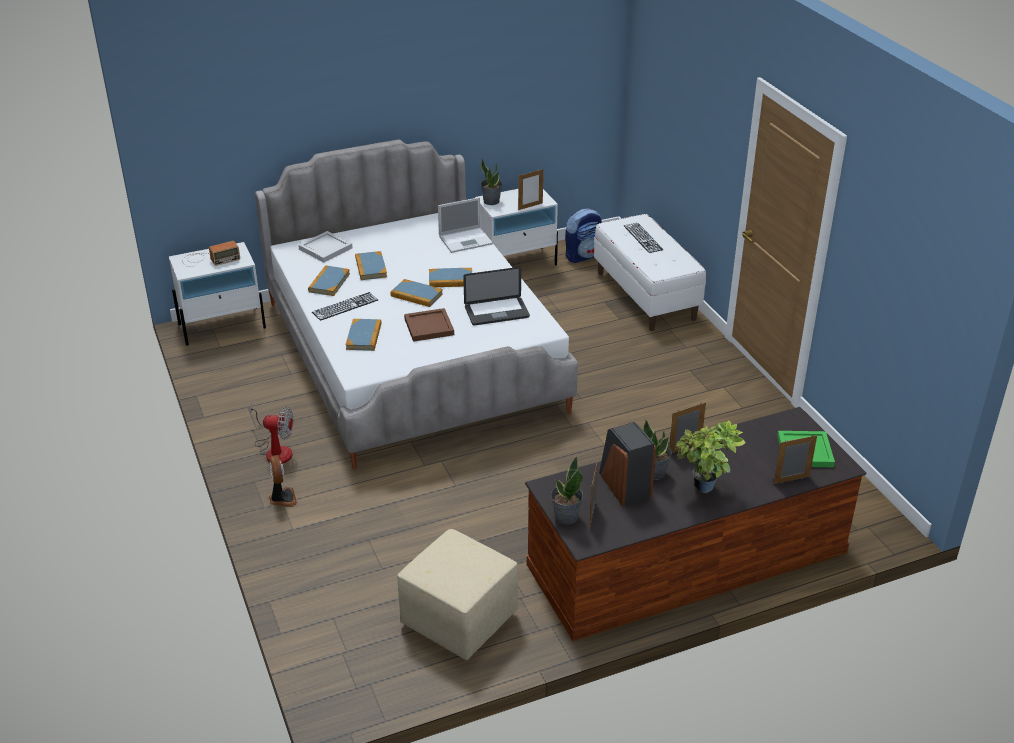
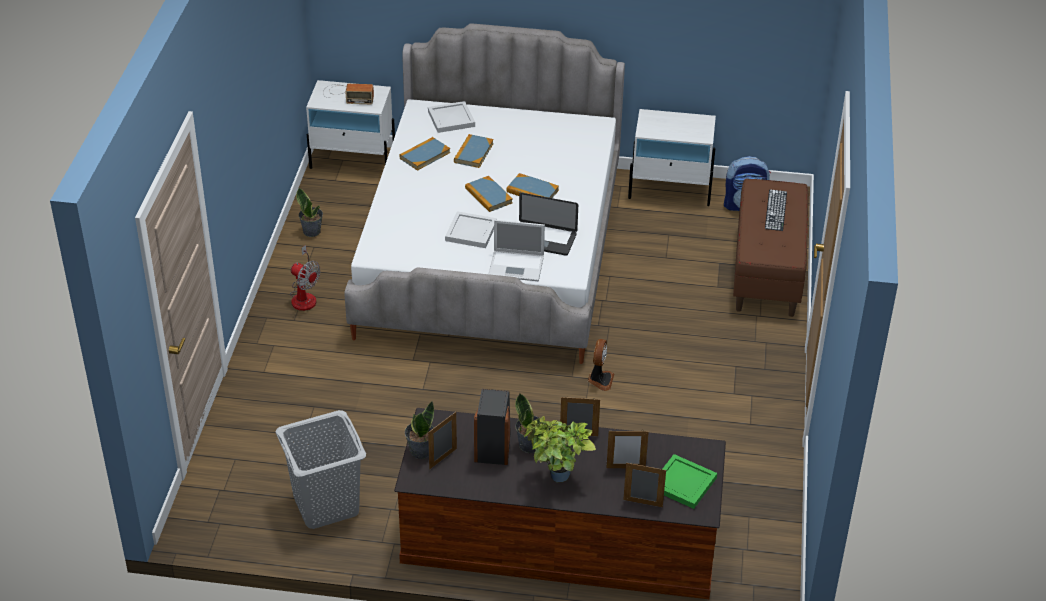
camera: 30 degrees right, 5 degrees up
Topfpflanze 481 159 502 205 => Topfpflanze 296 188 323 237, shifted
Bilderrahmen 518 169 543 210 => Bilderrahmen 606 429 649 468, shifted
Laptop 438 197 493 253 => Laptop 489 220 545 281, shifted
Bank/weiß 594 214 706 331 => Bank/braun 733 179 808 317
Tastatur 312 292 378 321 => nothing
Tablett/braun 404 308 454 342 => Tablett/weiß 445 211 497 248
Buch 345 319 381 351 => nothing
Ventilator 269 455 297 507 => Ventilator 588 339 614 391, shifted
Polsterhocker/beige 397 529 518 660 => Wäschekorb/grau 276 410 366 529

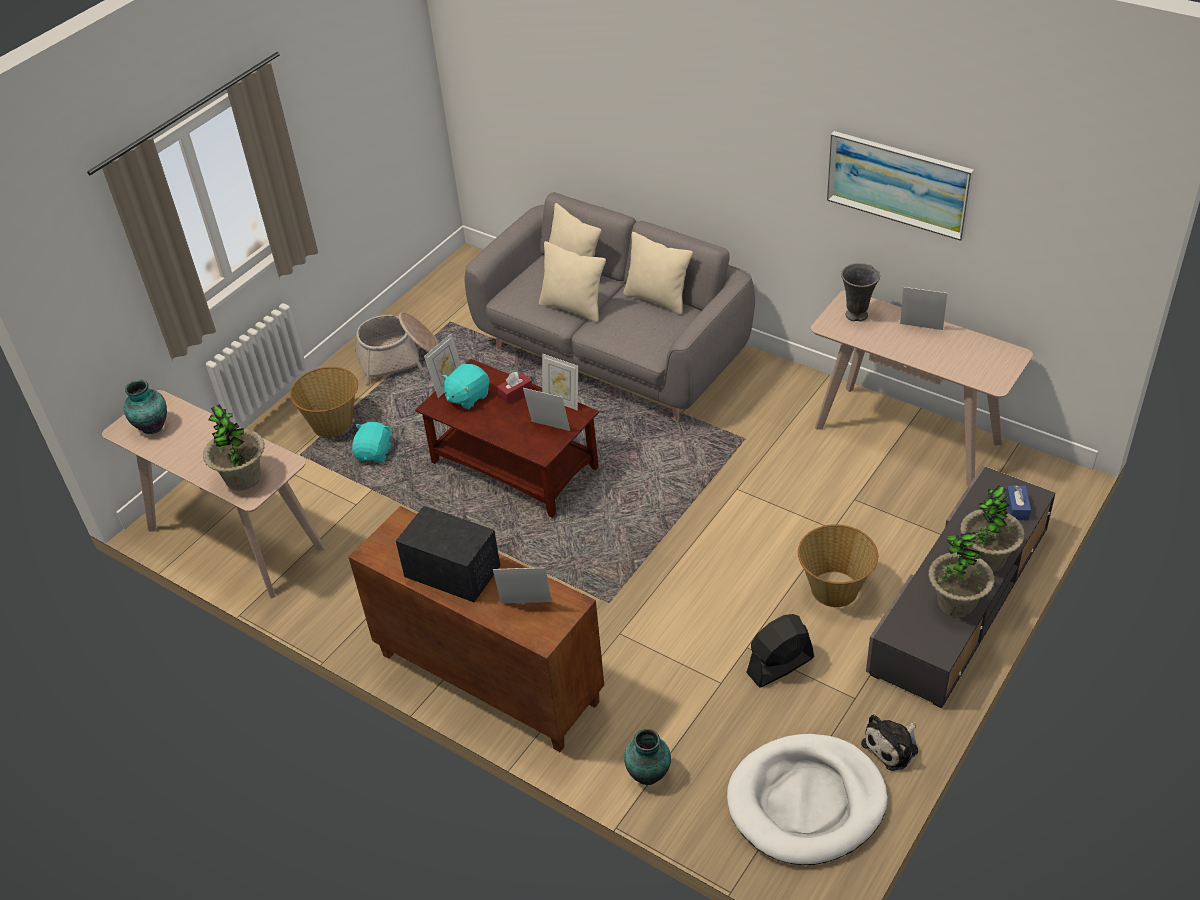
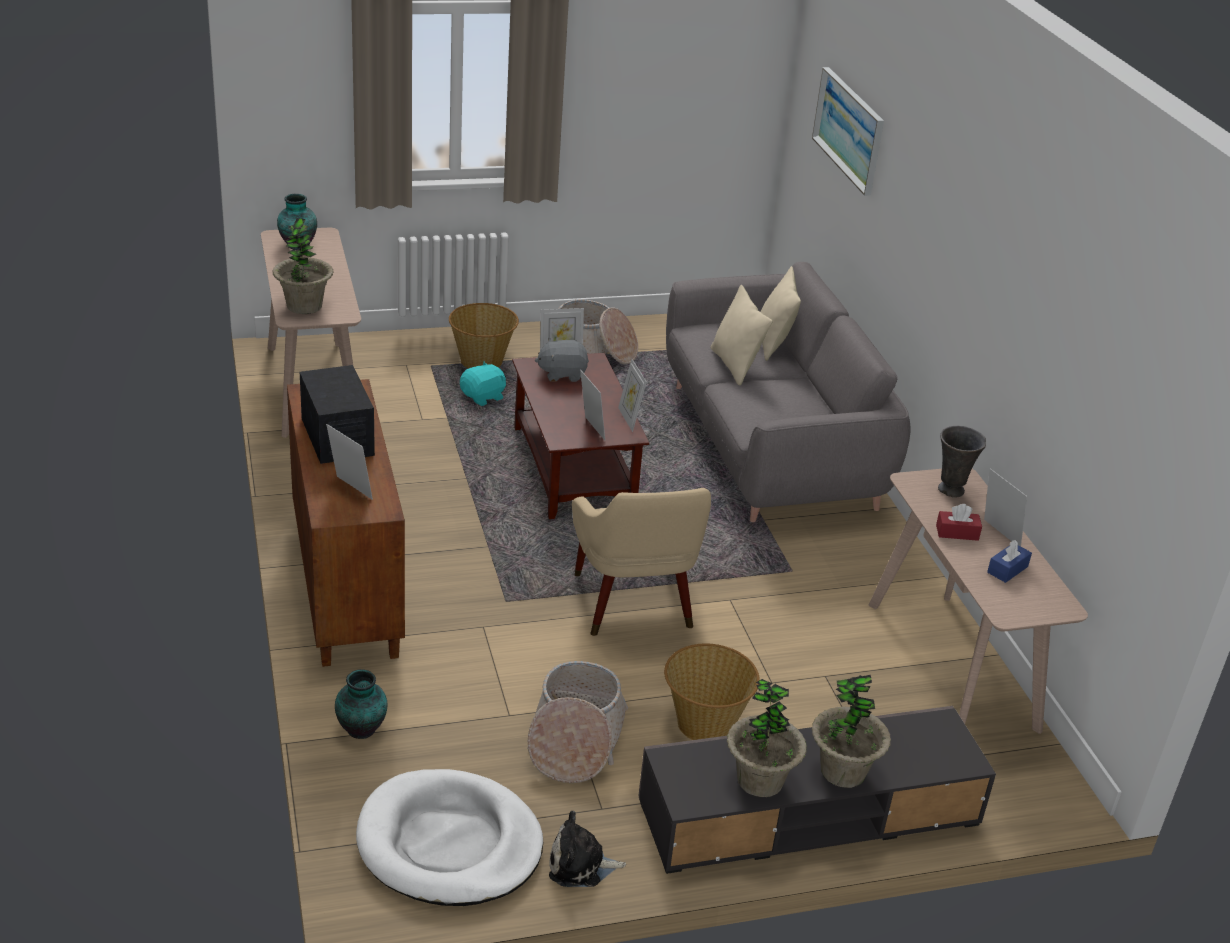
camera: 35 degrees right, 10 degrees down
Bild 827 131 974 241 => Bild 812 67 884 196, shifted
Kissen/beige 623 232 693 315 => nothing
Plüschtier/türkis 442 364 490 410 => Plüschtier/grau 535 338 589 382
Taschentuchbox/rot 497 372 533 404 => Taschentuchbox/rot 936 504 982 541, shifted
Taschentuchbox/blau 1006 485 1031 520 => Taschentuchbox/blau 987 540 1032 583, shifted
Ventilator/schwarz 746 614 814 688 => Korb 527 661 628 783
nothing => Sessel/beige 572 488 711 636

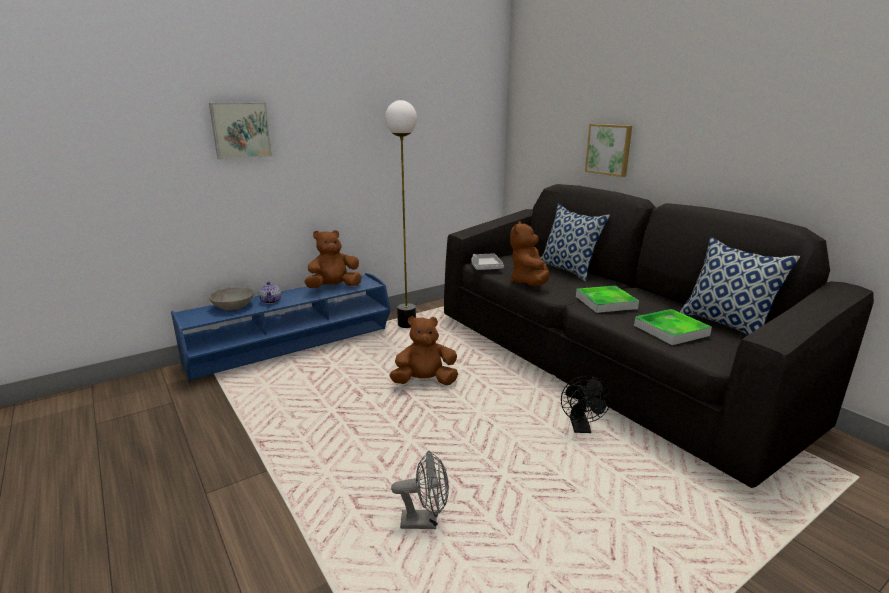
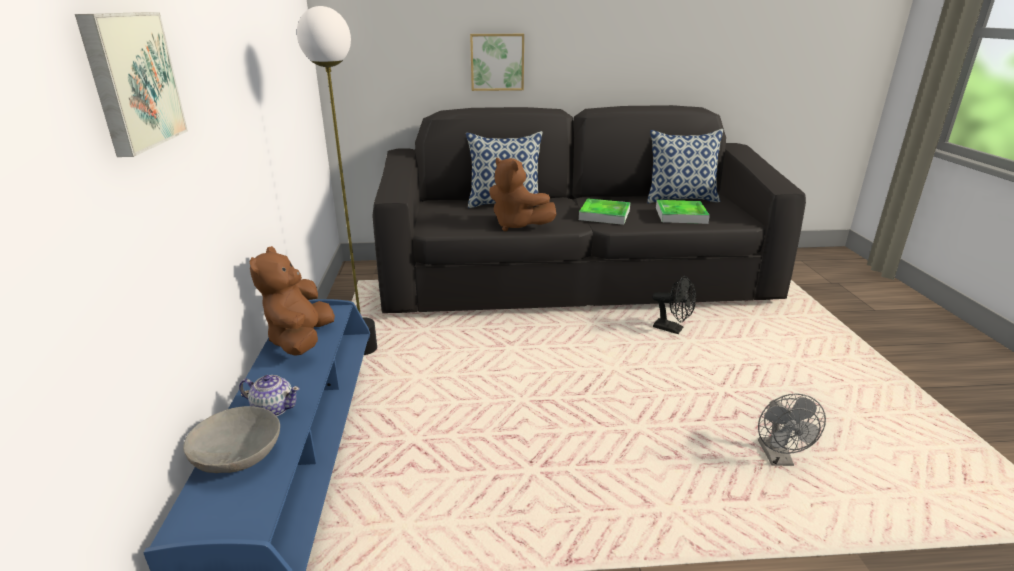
camera: 60 degrees left, 5 degrees up
Tablett/grau 471 253 504 270 => nothing
Plüschtier/braun 389 316 458 385 => nothing
Ventilator/grau 391 451 449 529 => Ventilator/grau 758 393 826 466, 150 degrees clockwise

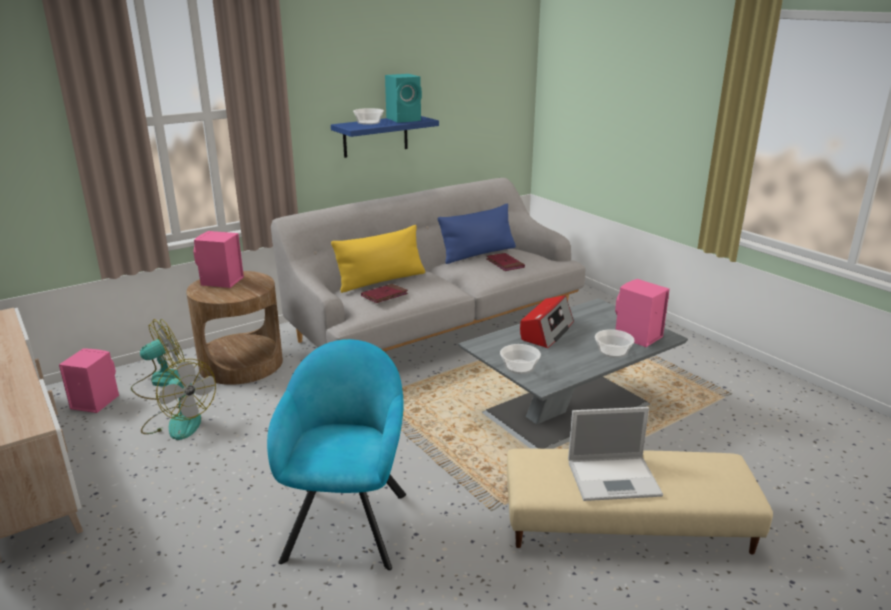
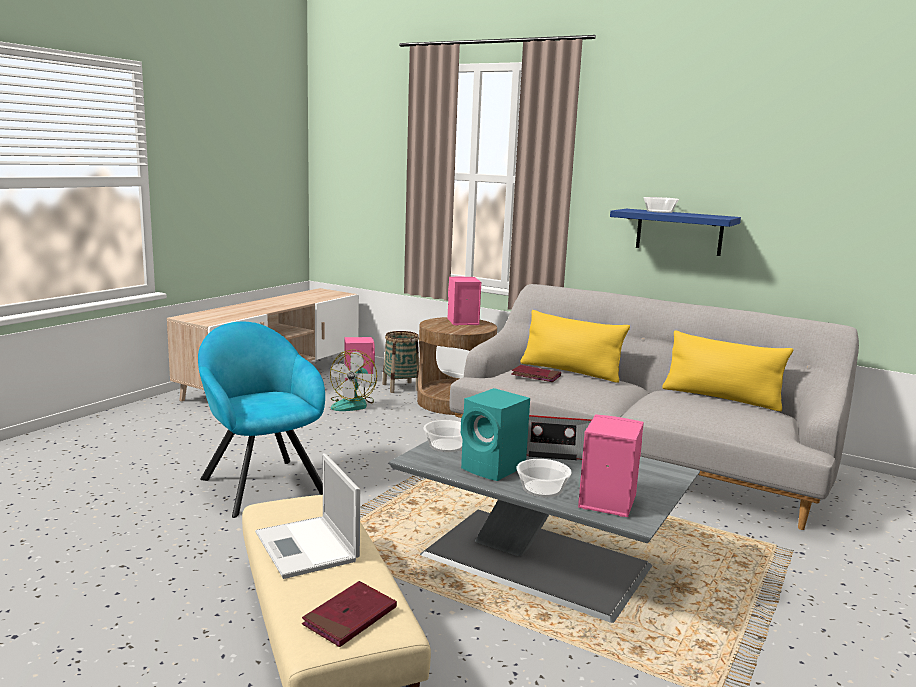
camera: 65 degrees right, 10 degrees down
Lautsprecher/türkis 385 74 422 123 => Lautsprecher/türkis 461 388 530 481, shifted
Kissen/blau 438 204 516 264 => Kissen/gelb 662 330 793 412
Buch/rot 487 253 525 271 => Buch/rot 302 581 397 647, shifted
Ventilator 131 319 185 400 => Korb 382 331 419 393
Sessel/türkis 267 339 406 570 => Sessel/türkis 198 321 325 518, 105 degrees counterclockwise

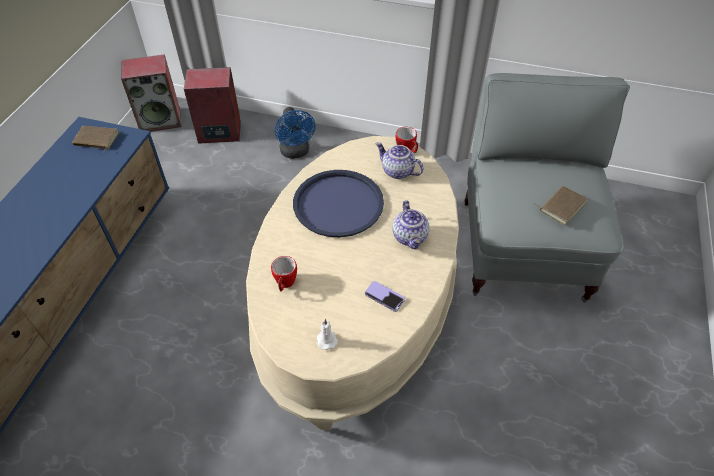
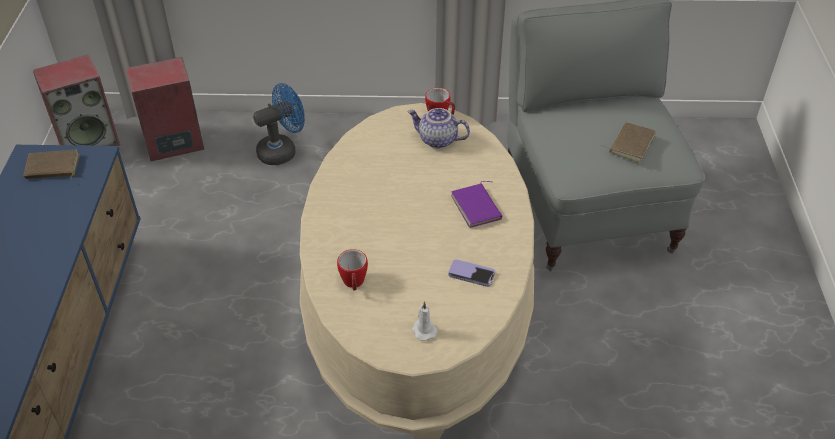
camera: 15 degrees left, 5 degrees down
Ventilator/blau 275 107 316 159 => Ventilator/blau 253 83 305 165, 90 degrees counterclockwise
Tablett/blau 293 170 384 237 => nothing
Teekanne 393 200 430 249 => Buch/lila 451 181 502 228

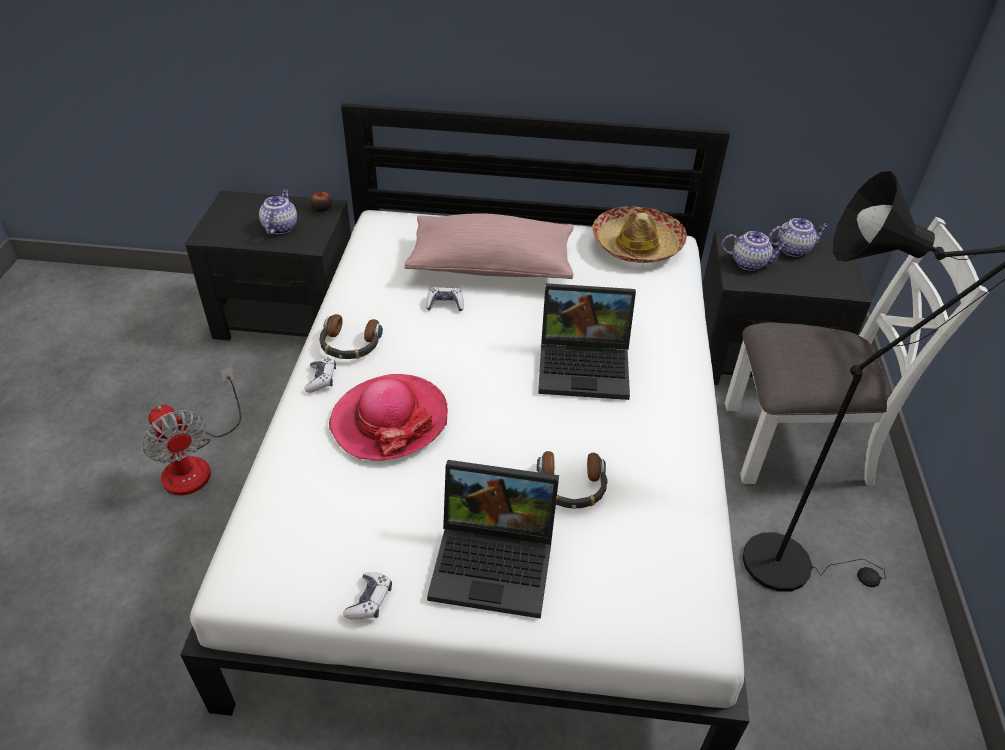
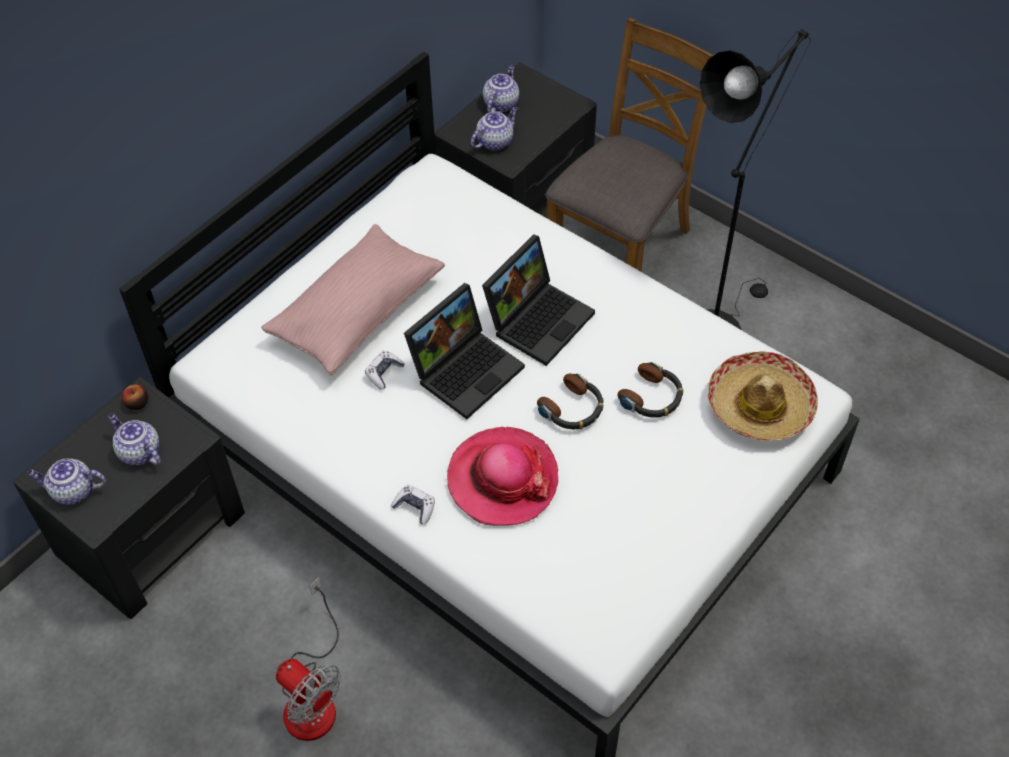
camera: 55 degrees left, 10 degrees up
Hut 592 206 687 263 => Hut 708 351 818 441, shifted
Stuhl/weiß 725 217 989 486 => Stuhl/braun 546 18 715 271
Kopfhörer 319 314 383 359 => Kopfhörer 537 374 603 429, shifted
Ventilator 142 367 241 495 => Ventilator 276 577 341 741, 45 degrees clockwise
Laptop 427 460 559 619 => Laptop 404 283 525 419, shifted
Gamepad 343 572 392 620 => nothing
nothing => Teekanne 27 459 106 505

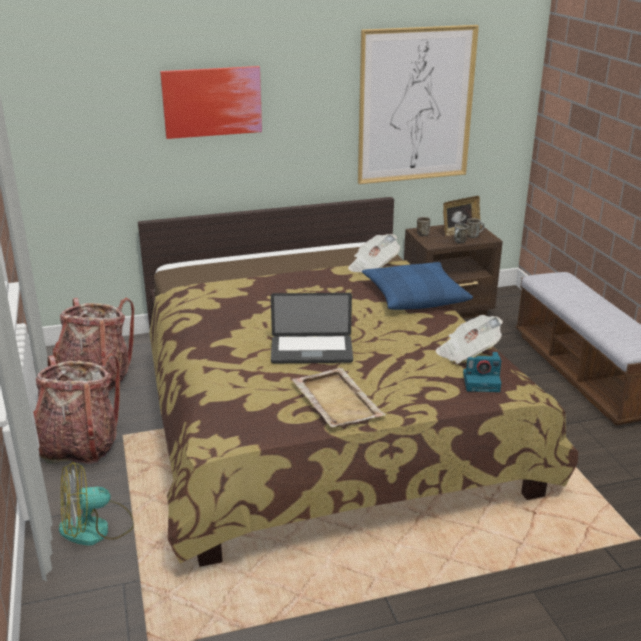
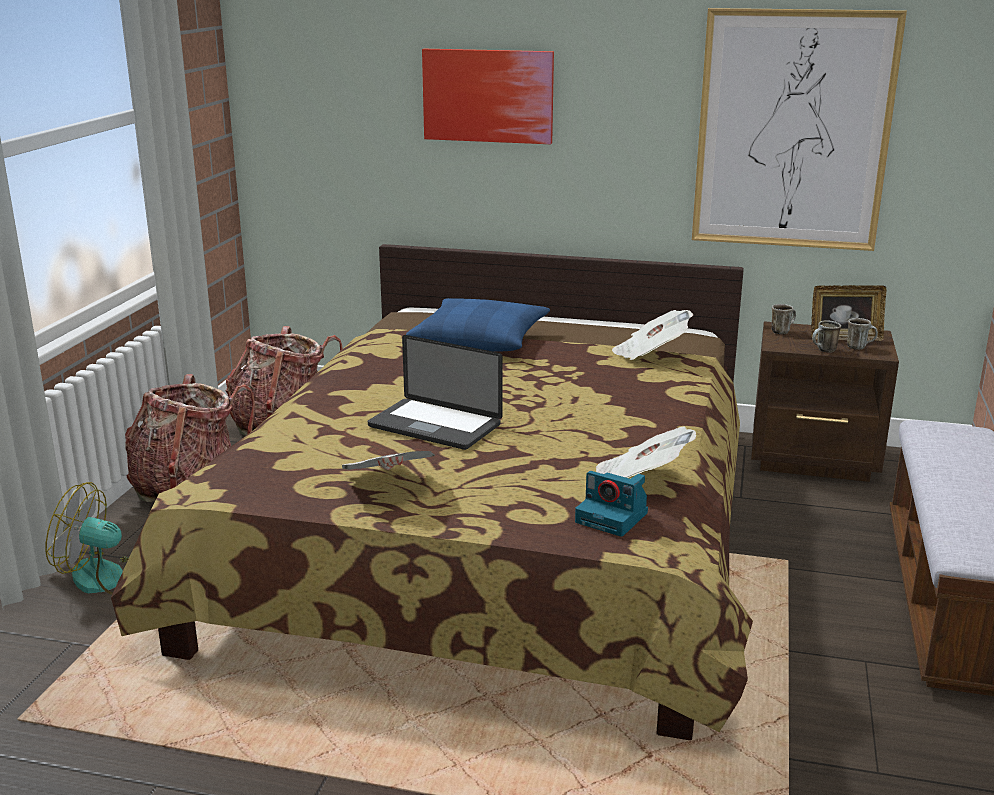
camera: 30 degrees right, 5 degrees down
Kissen/blau 362 262 473 310 => Kissen/blau 406 298 550 352, shifted
Tablett/beige 291 368 386 427 => Zeitung 342 451 435 470

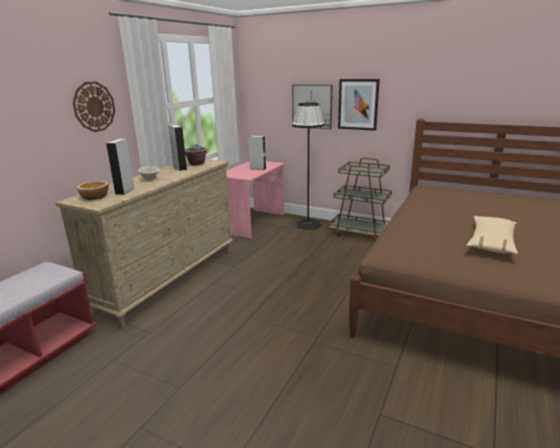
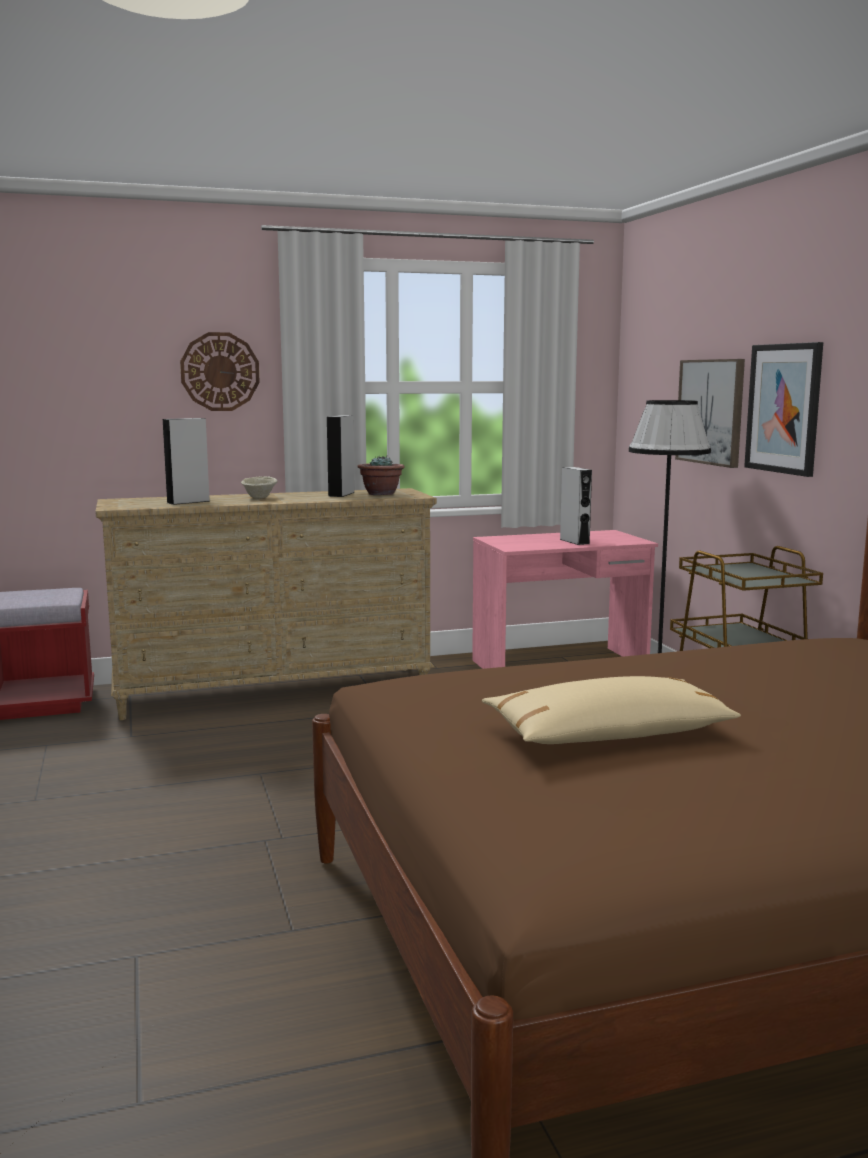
camera: 45 degrees right, 10 degrees down
Schüssel 77 181 109 200 => nothing

